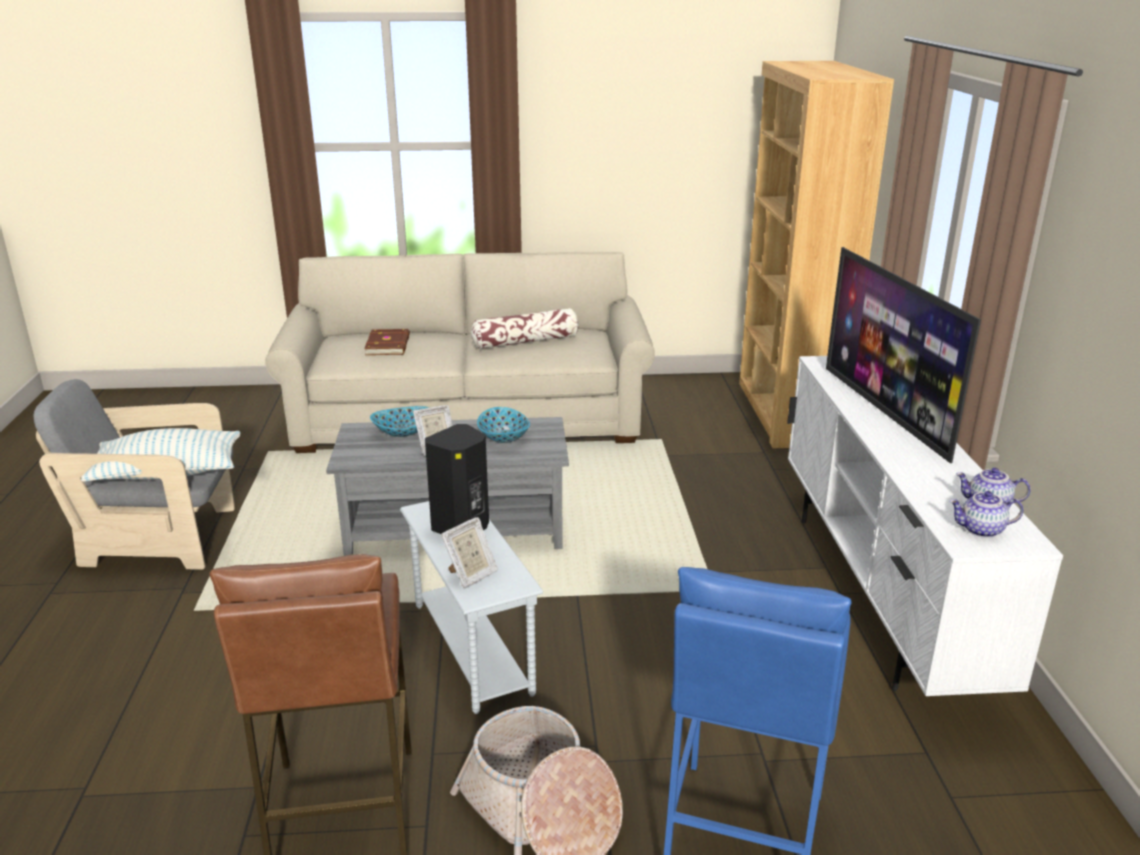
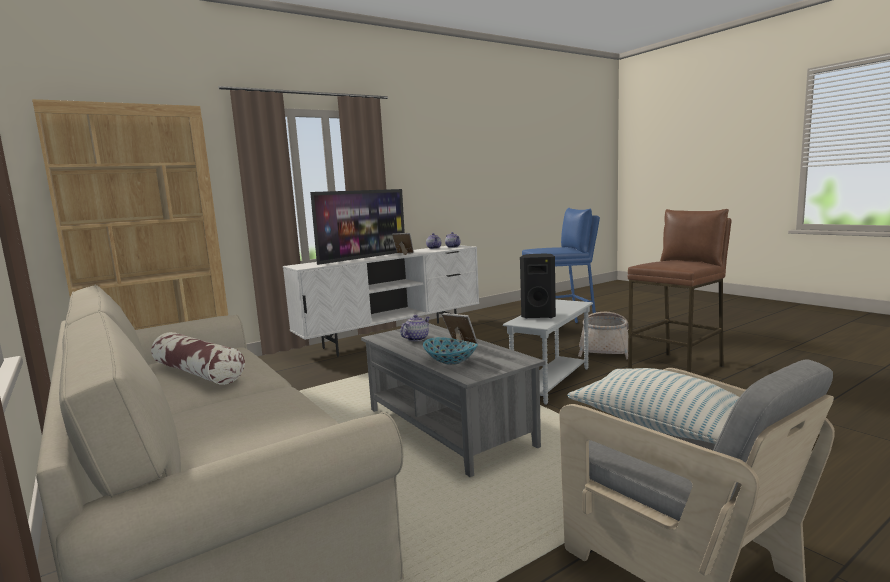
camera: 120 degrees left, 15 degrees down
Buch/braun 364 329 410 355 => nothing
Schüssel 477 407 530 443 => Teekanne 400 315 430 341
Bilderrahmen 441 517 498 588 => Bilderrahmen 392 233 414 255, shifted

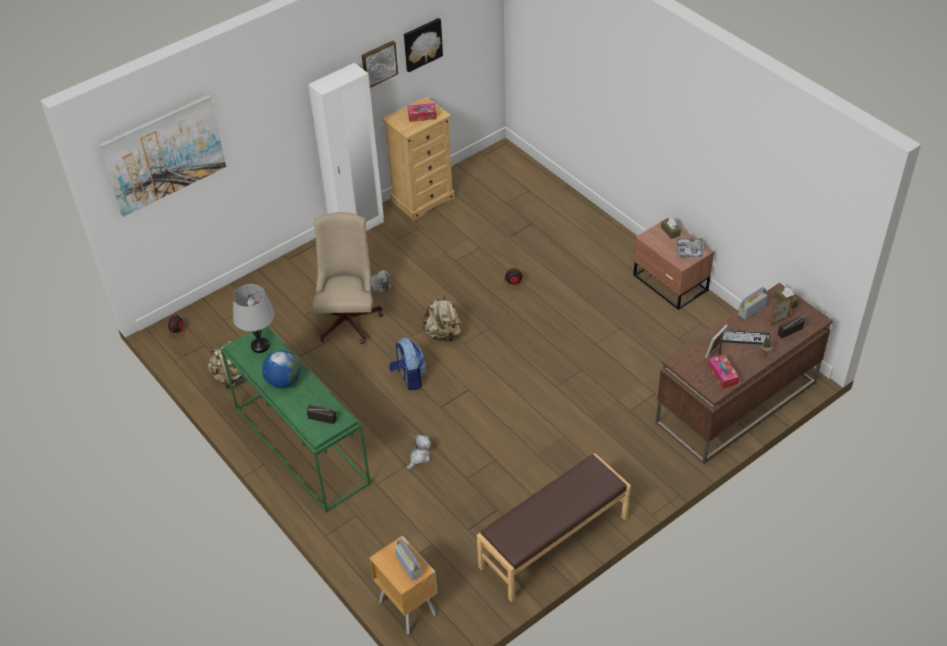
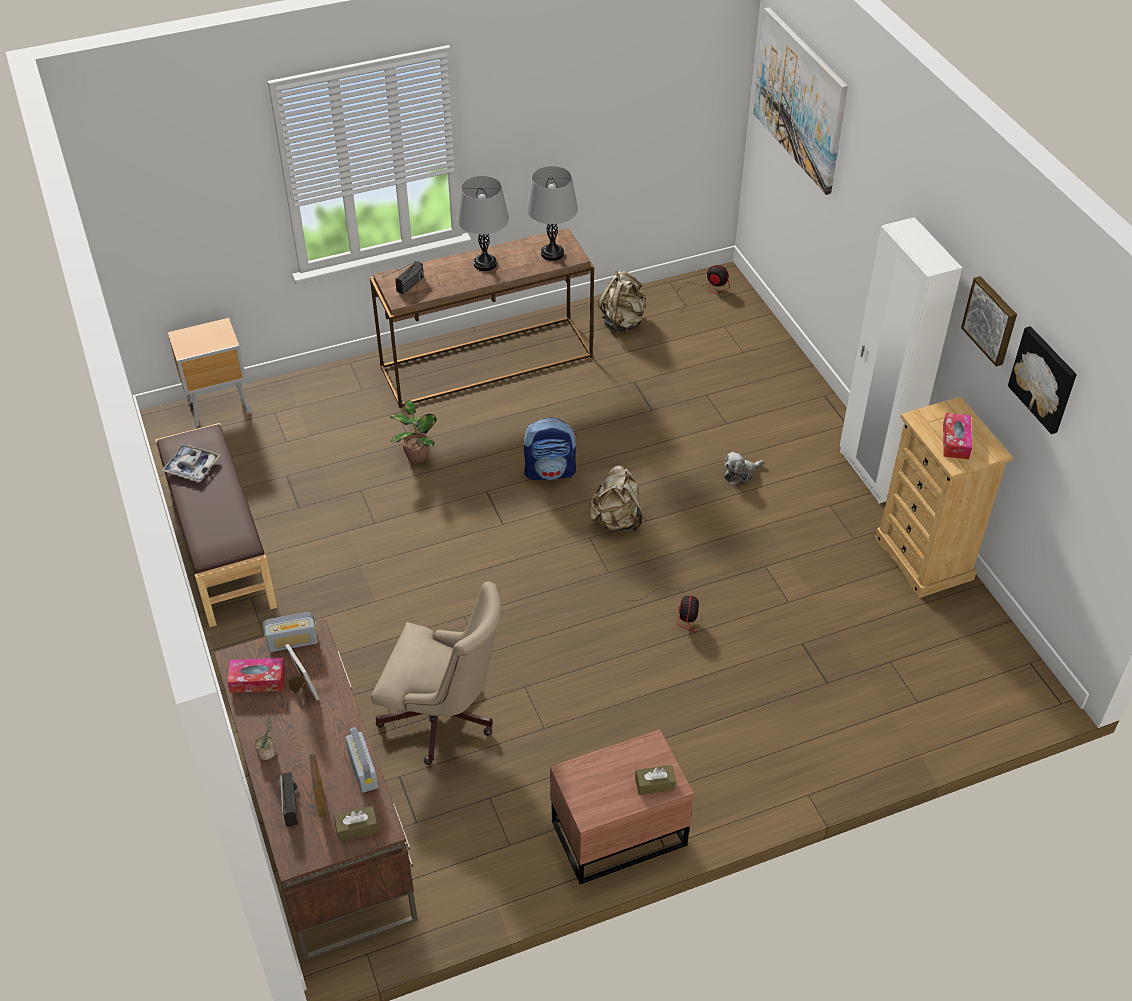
camera: 105 degrees right, 0 degrees up
Bürostuhl/beige 312 212 383 344 => Bürostuhl/beige 371 581 502 765, shifted
Tablett 676 237 705 258 => Tablett 162 444 221 482, shifted
Konsolentisch/grün 220 326 371 513 => Konsolentisch/braun 370 228 594 408
Tastatur 722 330 770 345 => nothing
Globus 262 350 300 388 => Tischlampe/grau 457 176 509 271
Plüschtier 406 435 431 470 => Topfpflanze 390 400 437 464
Radio 395 539 422 581 => Radio 263 612 318 652, shifted

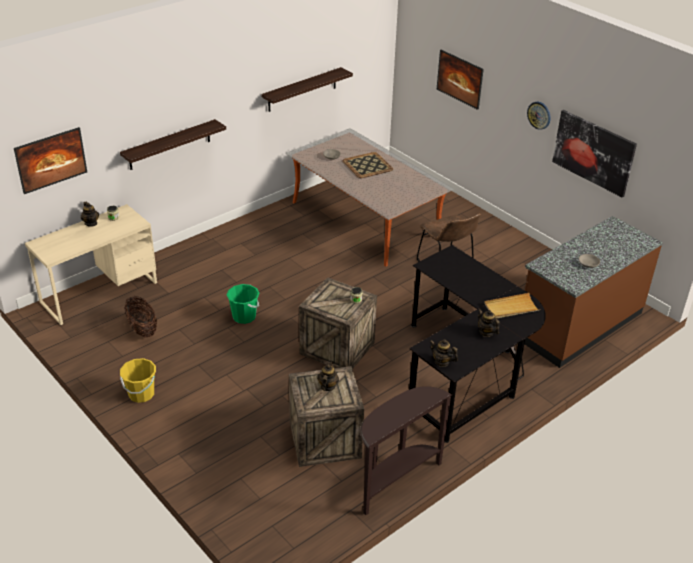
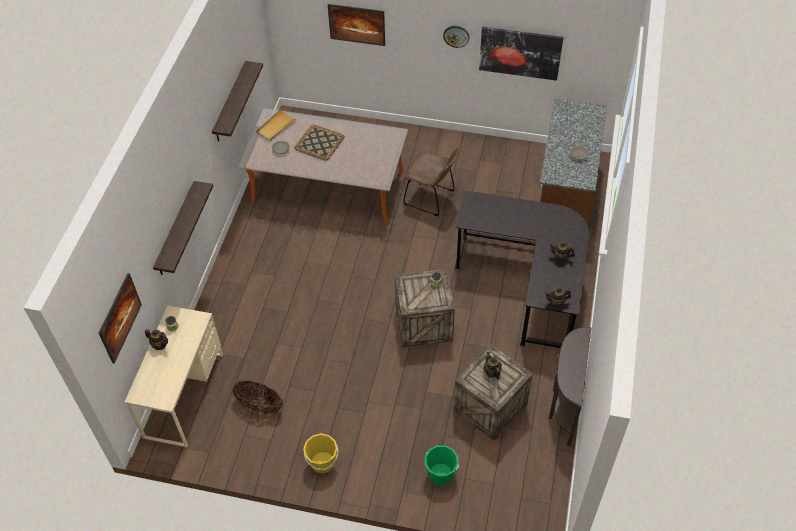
camera: 35 degrees left, 15 degrees up
Eimer/grün 227 284 259 324 => Eimer/grün 425 445 459 485, shifted
Tablett/beige 484 293 541 319 => Tablett/beige 256 109 295 141, shifted

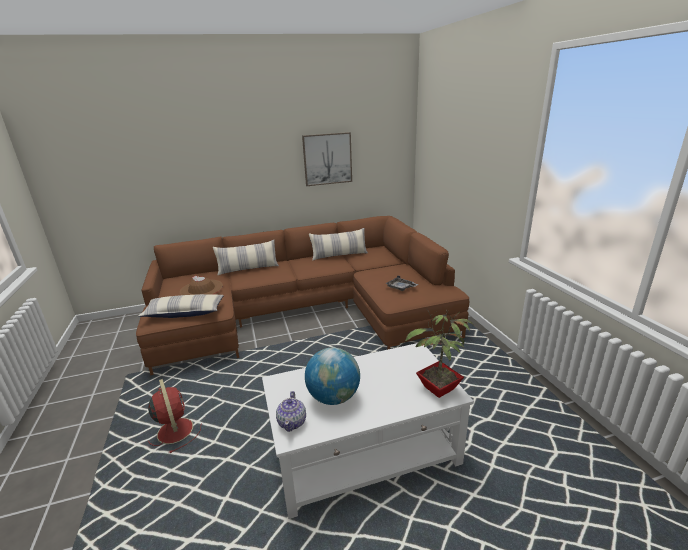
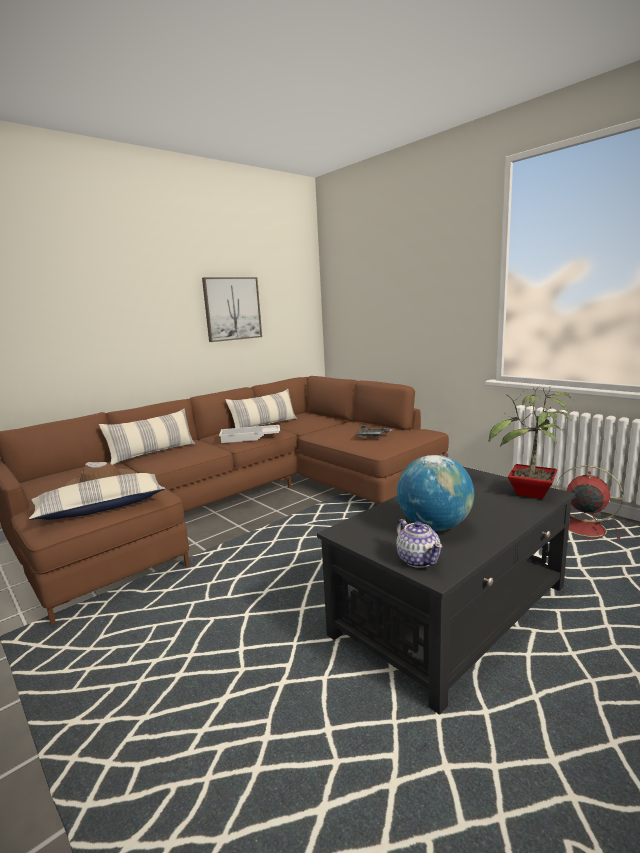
camera: 25 degrees left, 10 degrees down
Couchtisch/weiß 262 343 474 519 => Couchtisch/schwarz 317 466 576 715
Ventilator/rot 148 379 202 453 => Ventilator/rot 555 465 623 540, shifted
nothing => Tablett/weiß 219 425 280 443

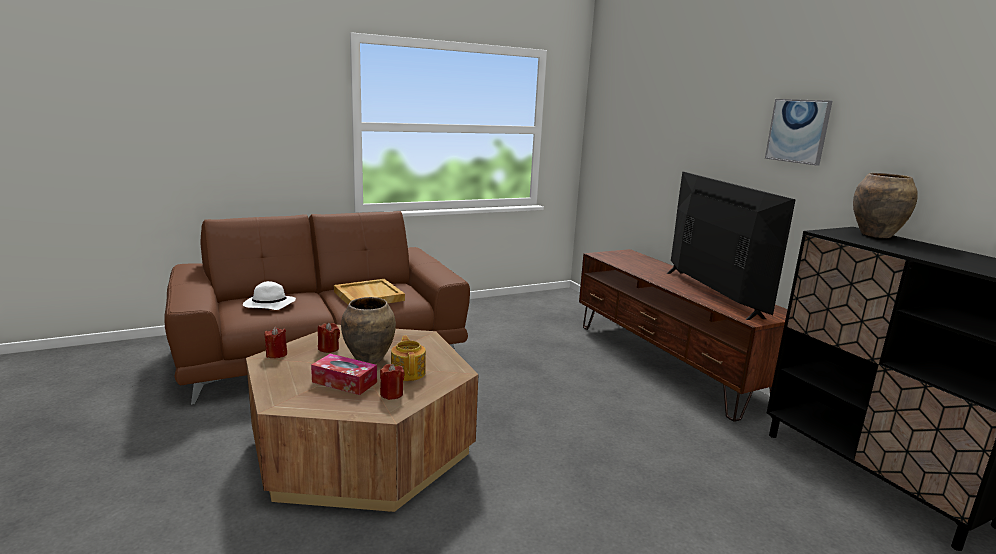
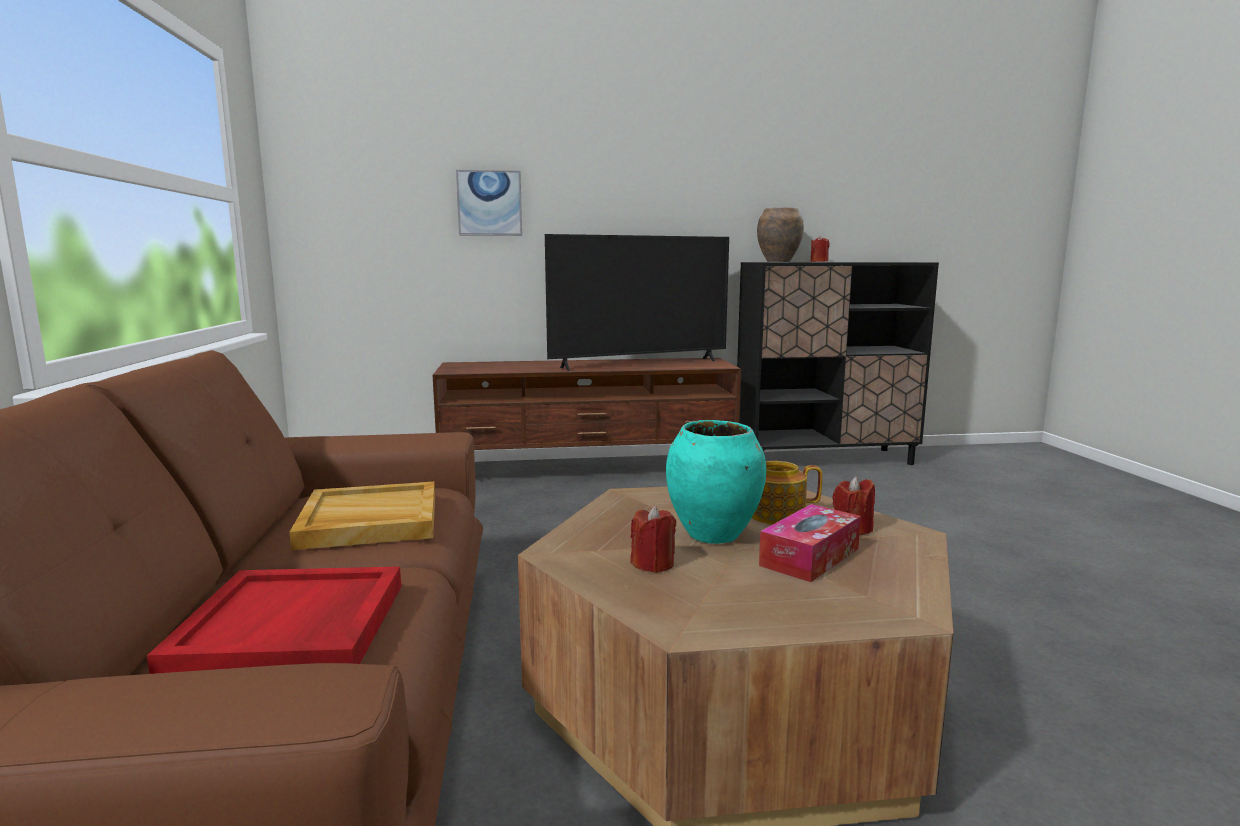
camera: 70 degrees left, 5 degrees down
Bild 765 99 832 166 => Bild 456 170 522 236, shifted
Fernseher 666 172 796 320 => Fernseher 545 234 729 371, 150 degrees clockwise
Hut/weiß 243 281 296 310 => Tablett/rot 147 566 401 674
Vase/braun 341 297 396 364 => Vase/türkis 666 420 766 544
Kerze/rot 265 327 287 358 => Kerze/rot 811 236 830 262, shifted

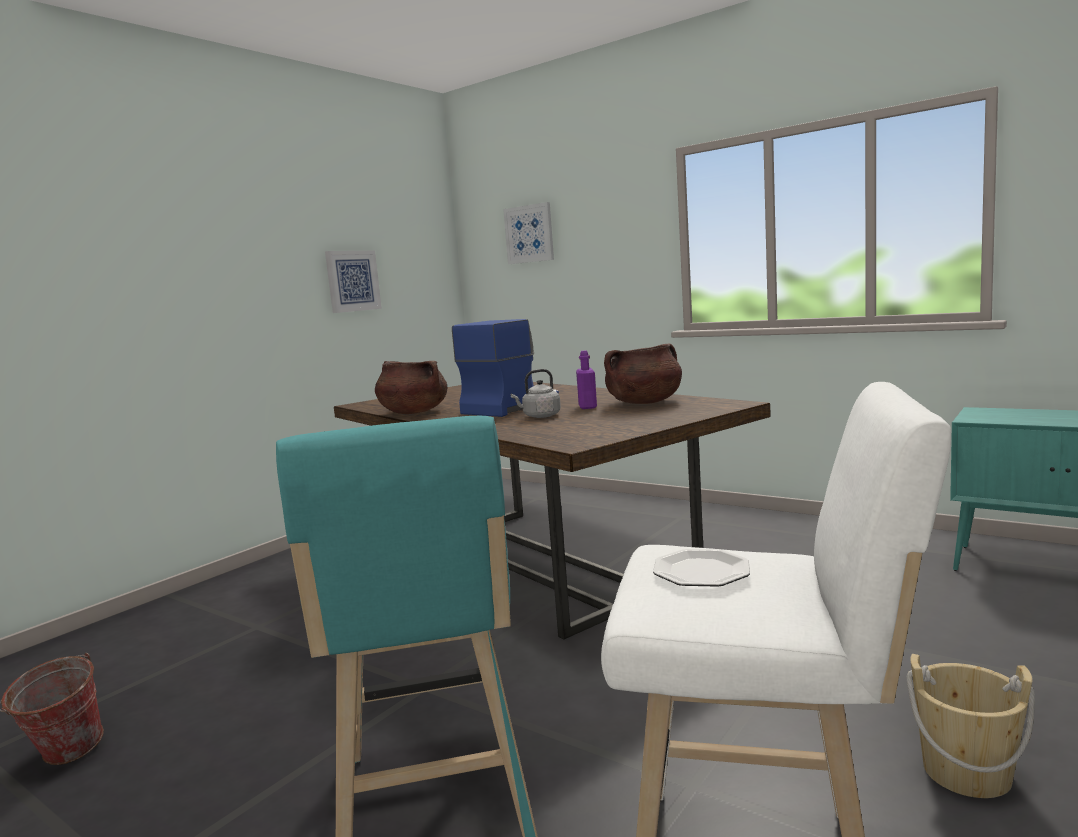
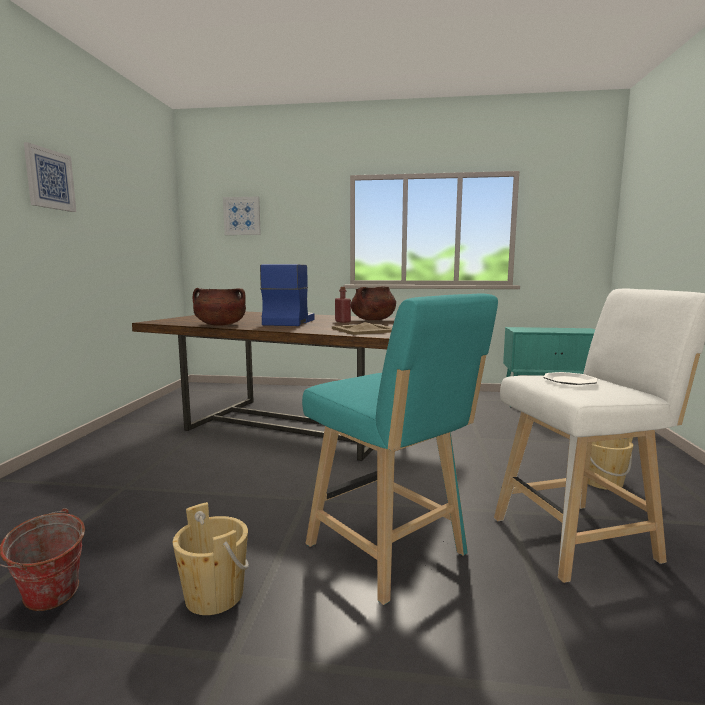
camera: 30 degrees left, 0 degrees up
Bild 325 251 382 313 => Bild 24 142 76 212, shifted
Flasche/lila 576 350 597 409 => Flasche/rot 335 287 351 323
Wasserkessel/grau 511 369 561 418 => nothing
nothing => Tablett/beige 332 322 392 335
nothing => Eimer/beige 173 502 249 615

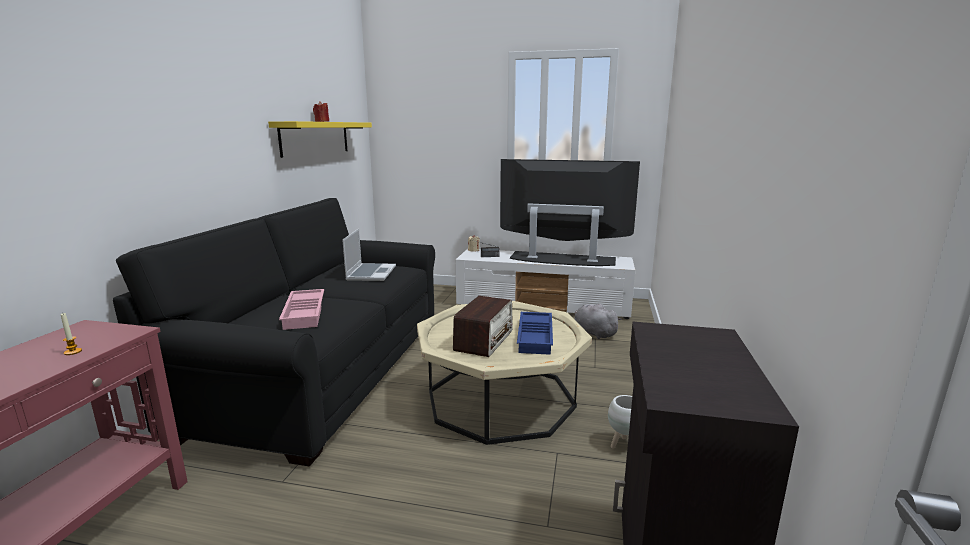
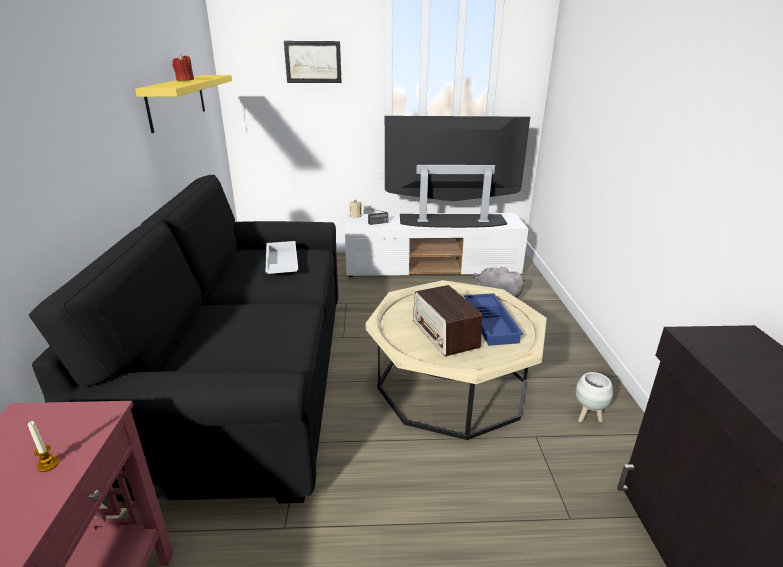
camera: 15 degrees left, 10 degrees up
Laptop 342 229 396 281 => Tablett/weiß 266 241 299 274
Tablett/rosa 279 289 324 330 => nothing
Radio 453 296 513 357 => Radio 413 285 482 356, 150 degrees clockwise
nothing => Bild 284 41 342 83

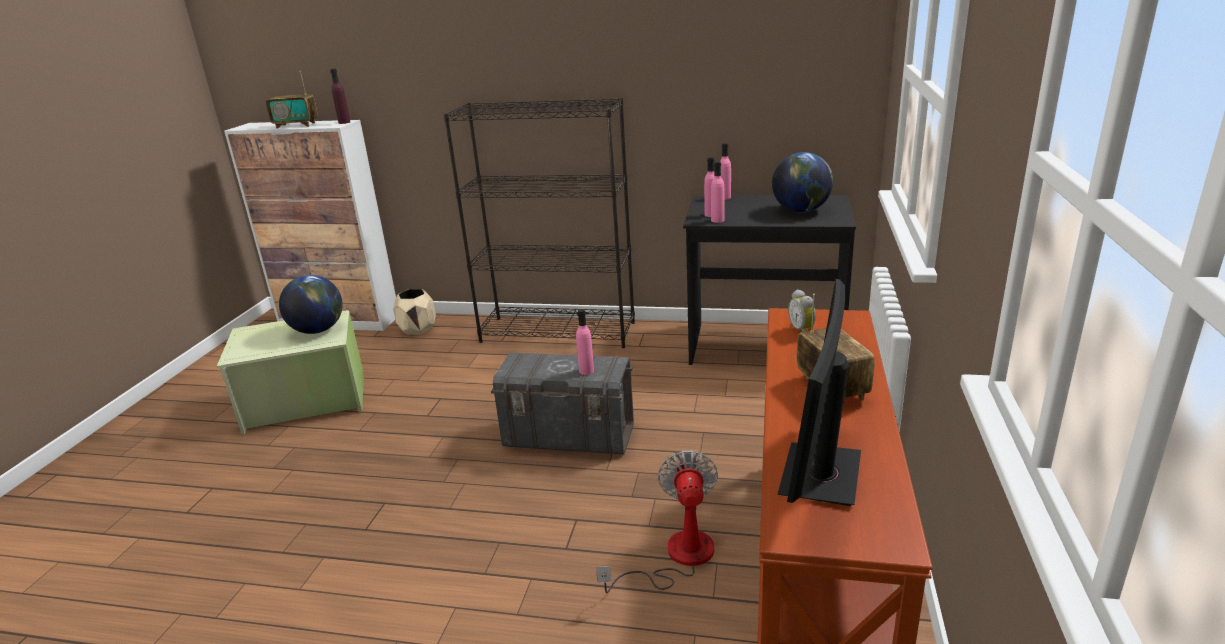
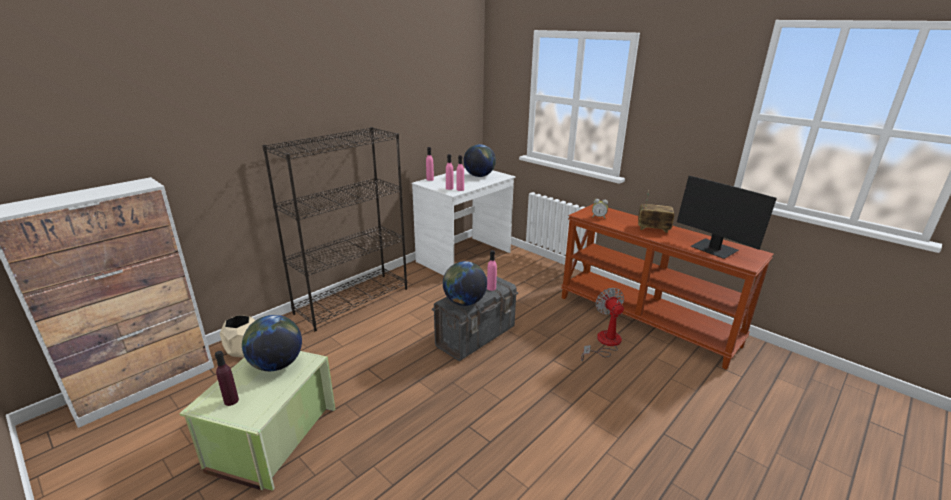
camera: 60 degrees left, 0 degrees up
Flasche/lila 330 69 350 124 => Flasche/lila 215 351 239 406, shifted
Radio 266 70 318 129 => nothing
Schreibtisch/schwarz 683 195 856 365 => Schreibtisch/weiß 412 168 516 275
Ventilator 596 450 718 593 => Ventilator 581 288 624 361, 45 degrees clockwise
nothing => Globus 443 261 487 306

